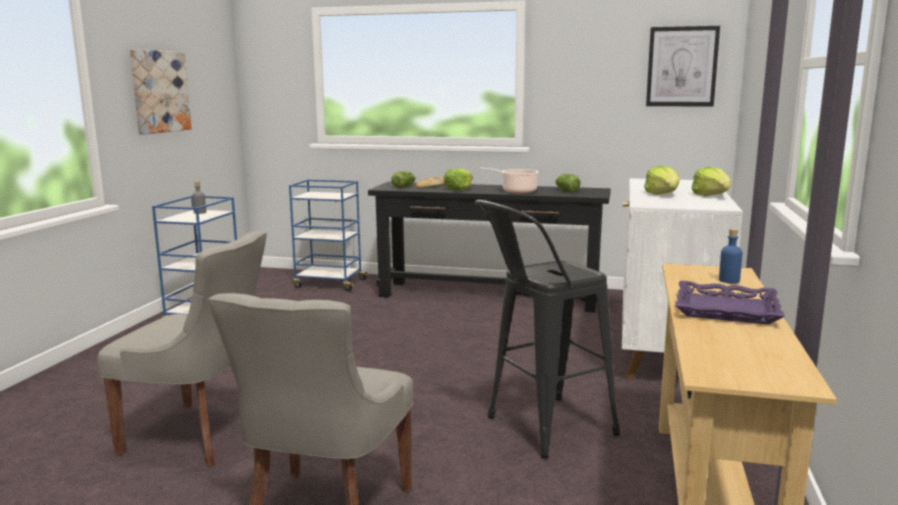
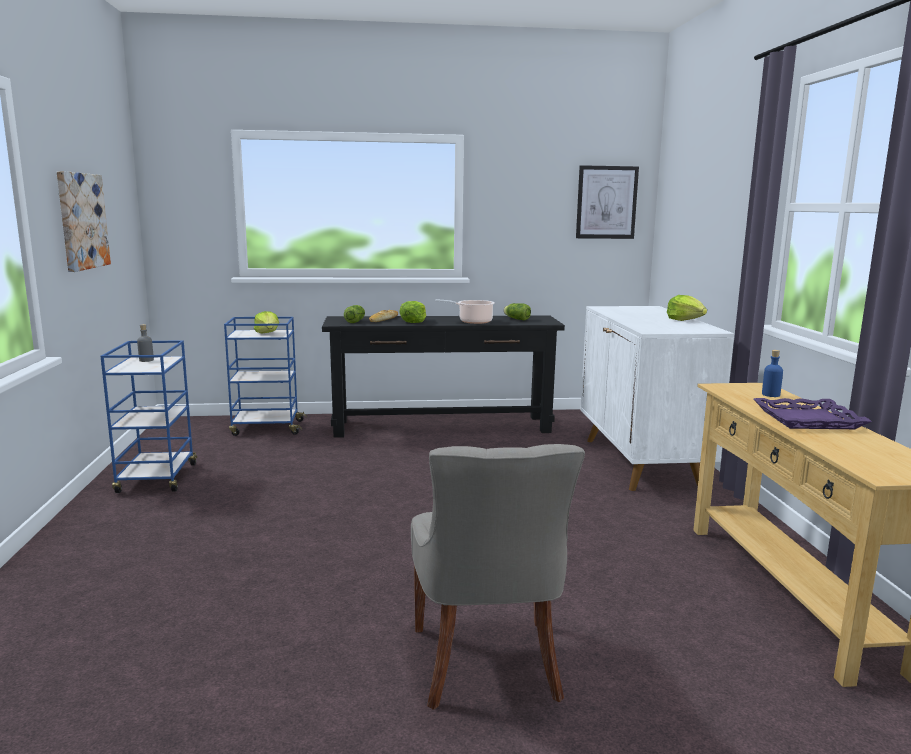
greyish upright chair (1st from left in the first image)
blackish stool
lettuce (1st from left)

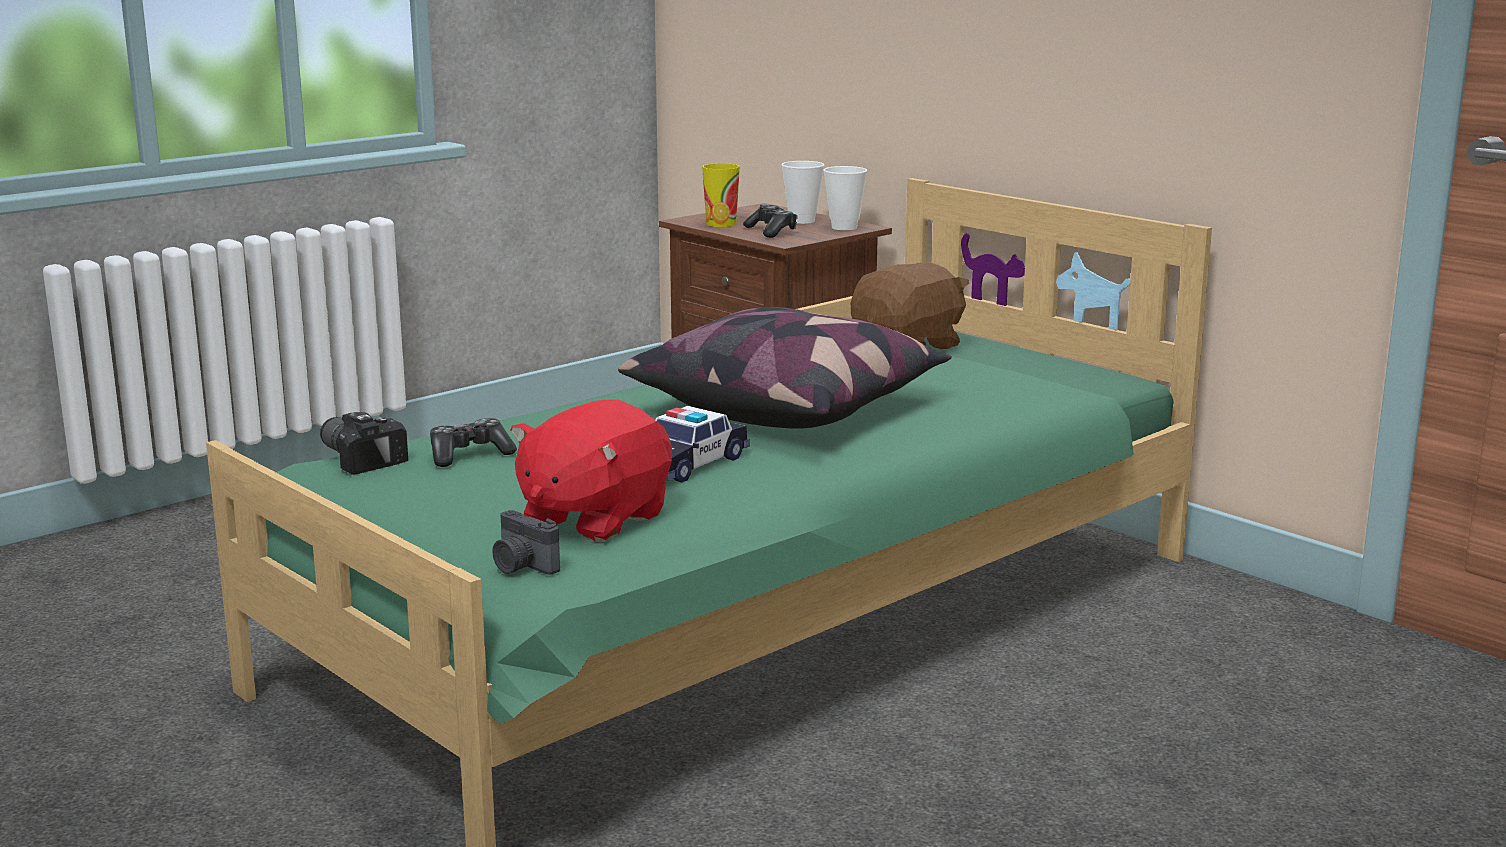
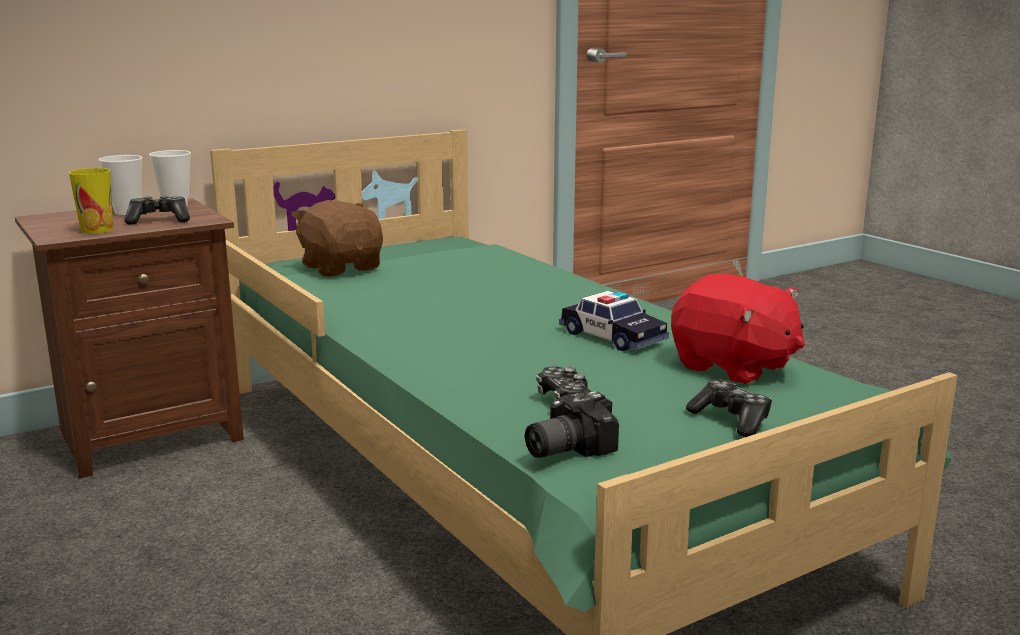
photo camera (2nd from left in the first image)
throw pillow
gamepad (3rd from left)

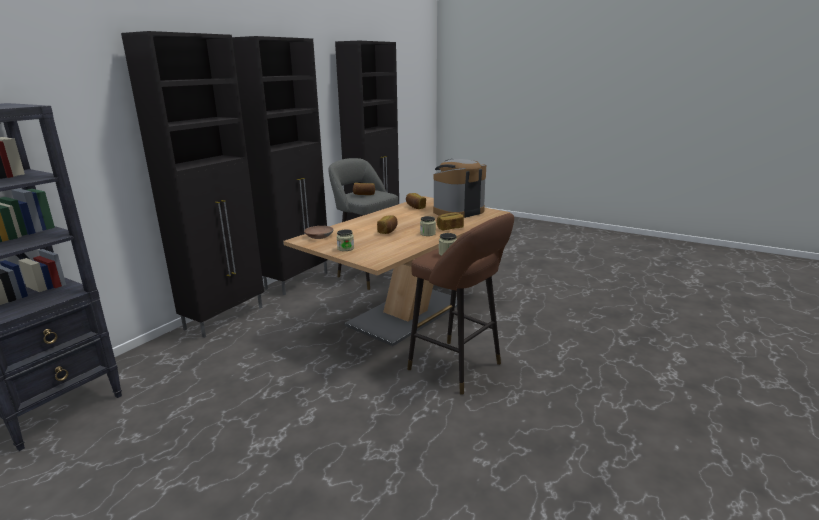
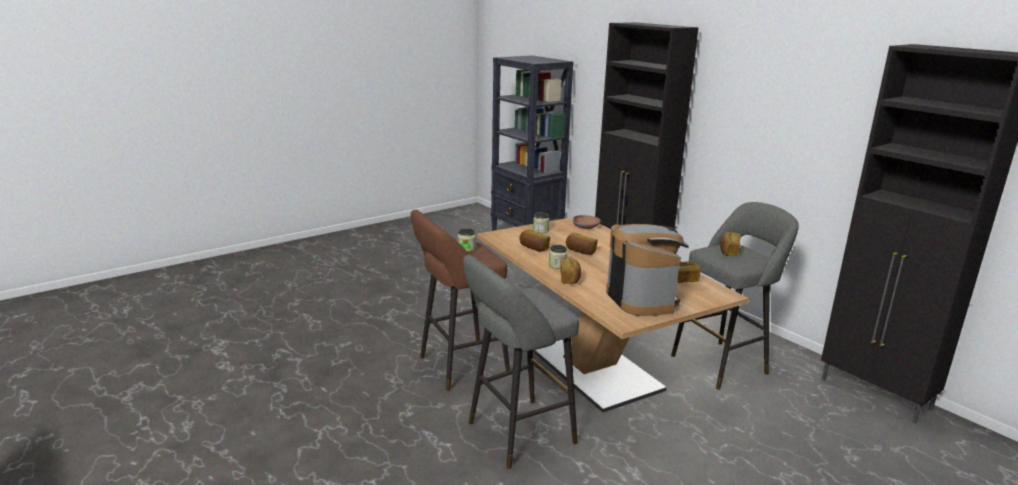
blackish cupboard (2nd from left in the first image)
greyish stool (1st from left)
bakery bread (1st from left)

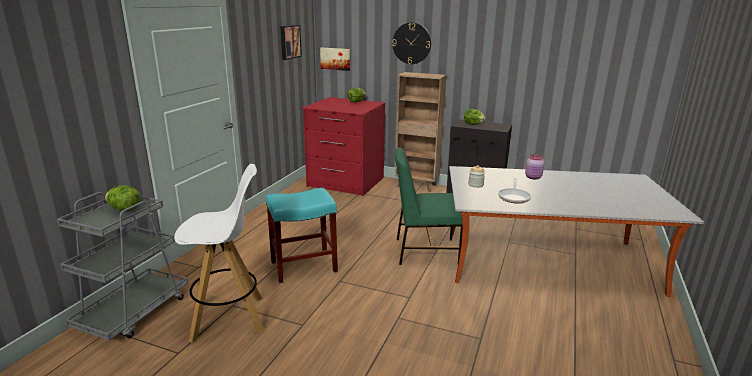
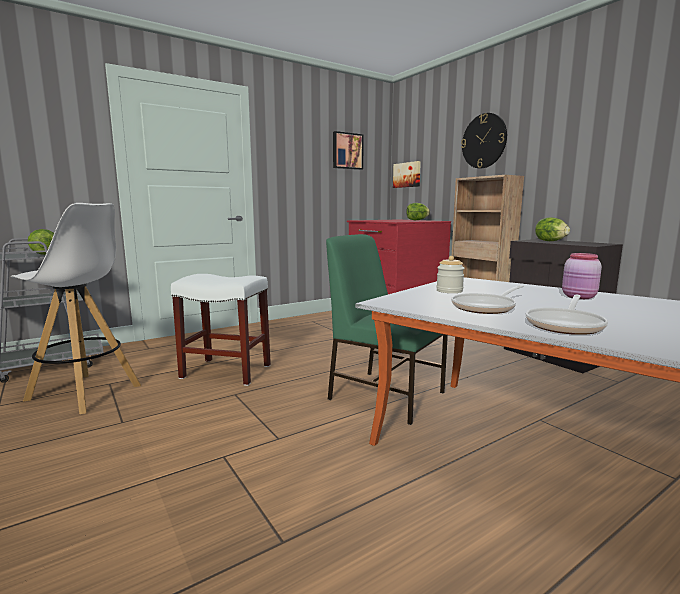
pan (2nd from left)
white-coloured stool (2nd from left)

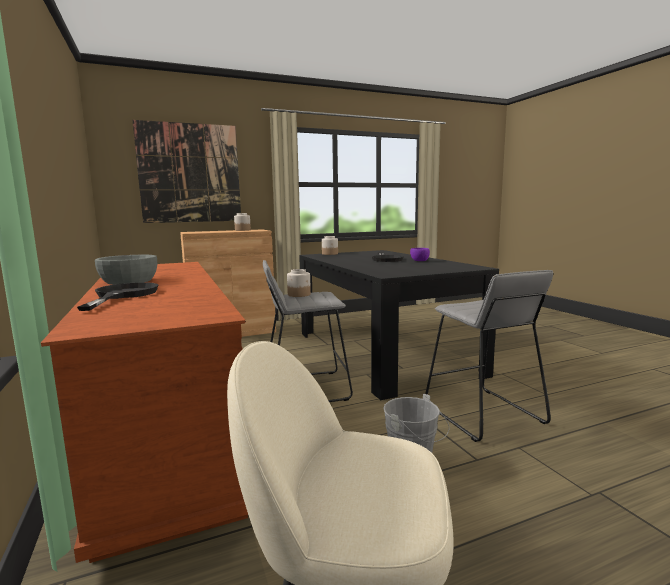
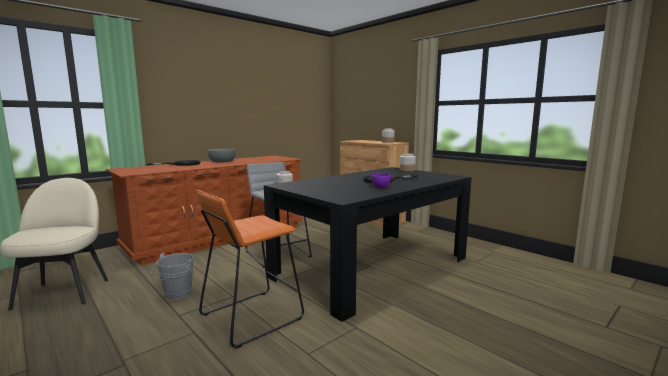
wall picture
orange stool

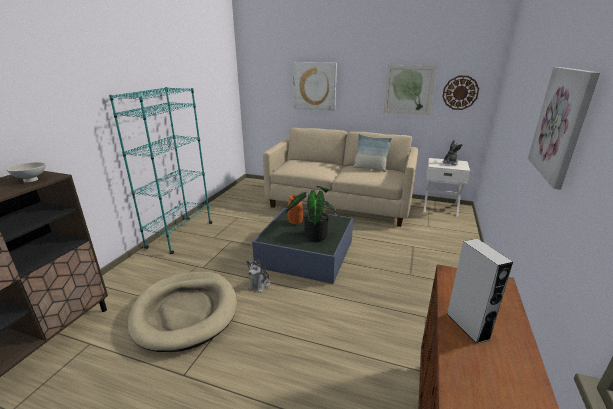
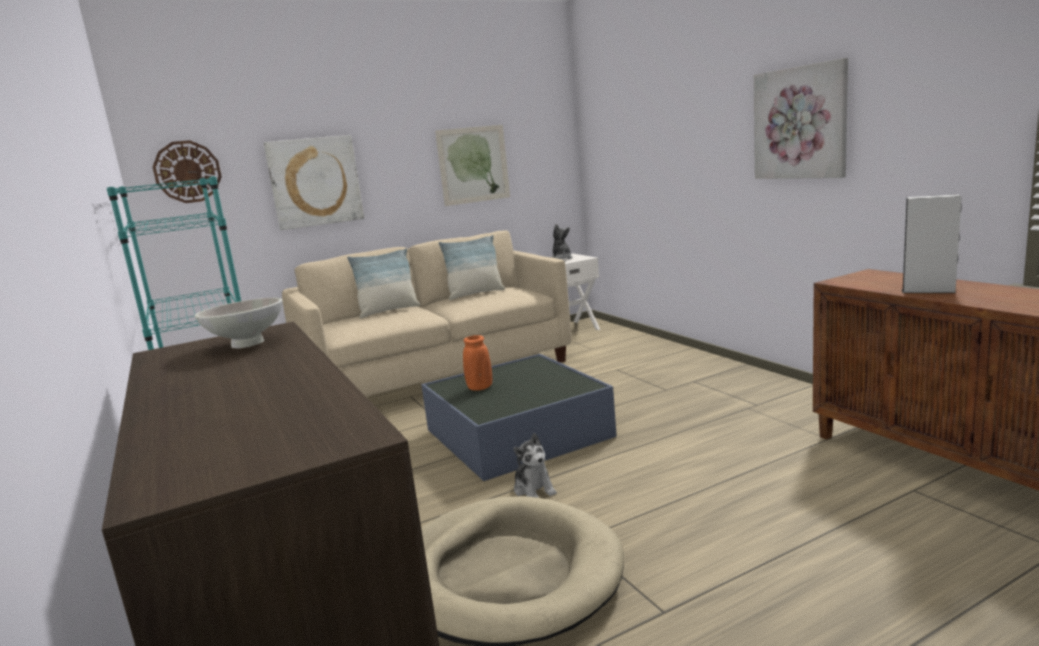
houseplant
throw pillow (1st from left)
hanging clock

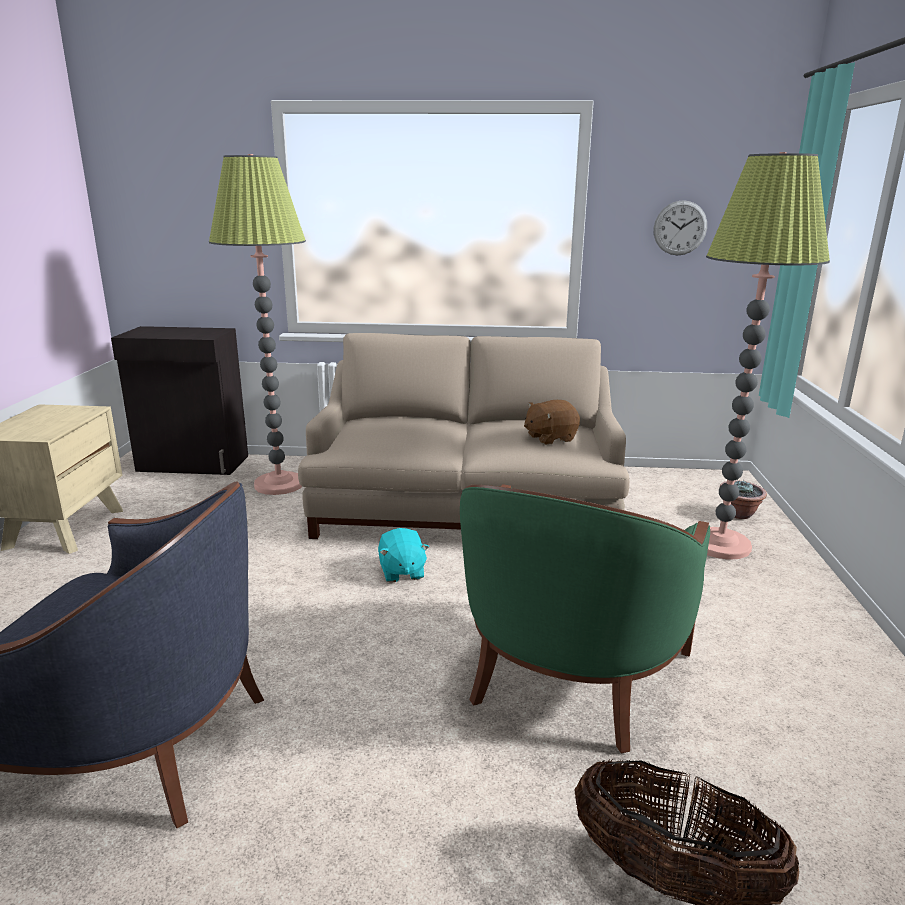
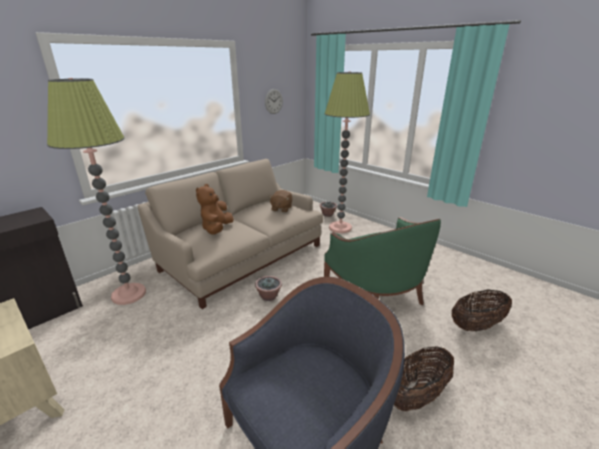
brown soft toy (1st from left)
storage basket (1st from left)
houseplant (1st from left)

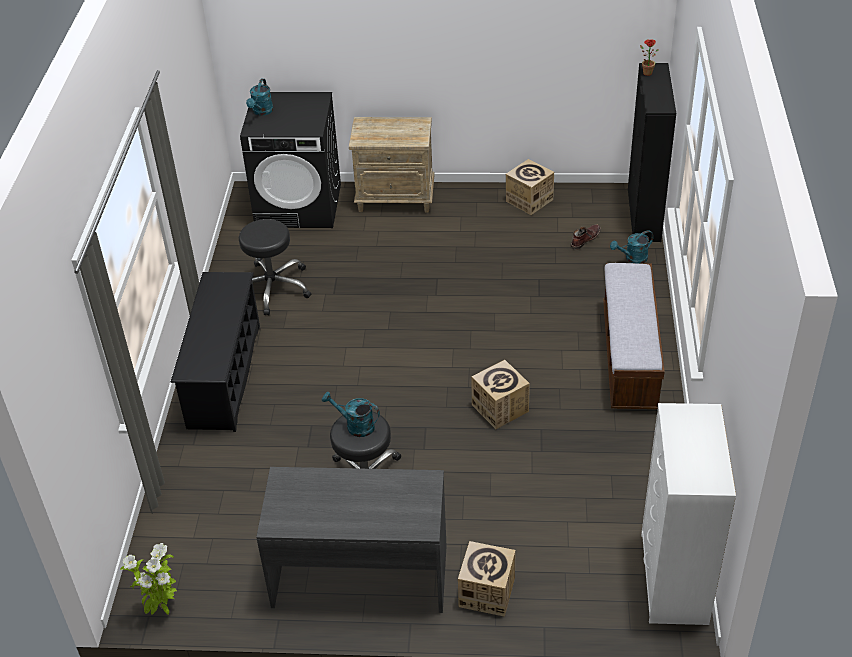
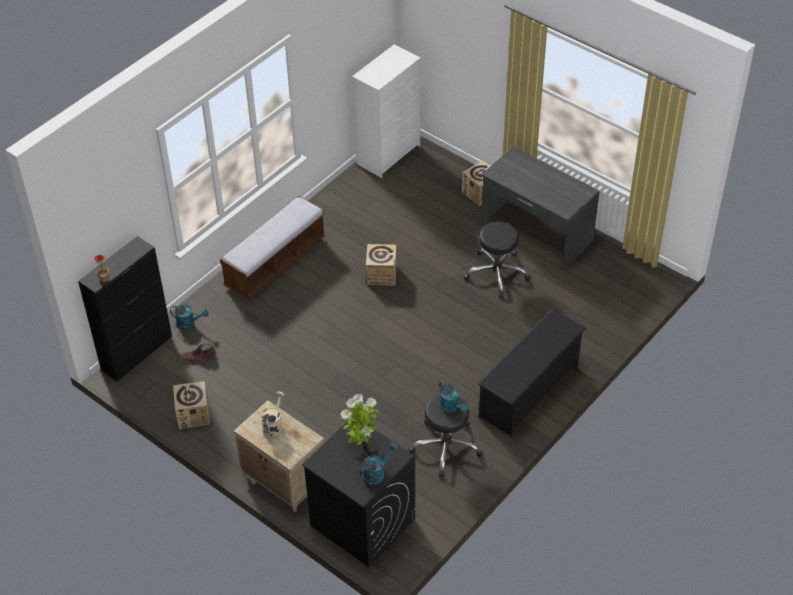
beige sprinkling can
houseplant (2nd from left)
turquoise sprinkling can (3rd from left)

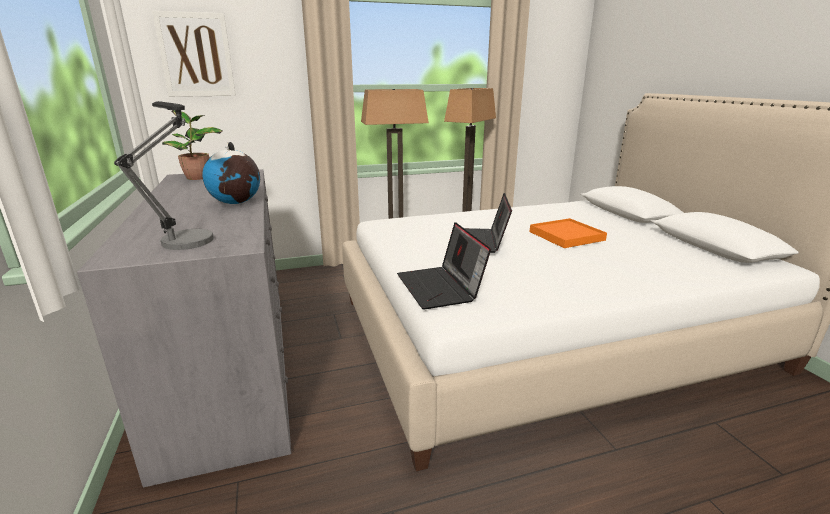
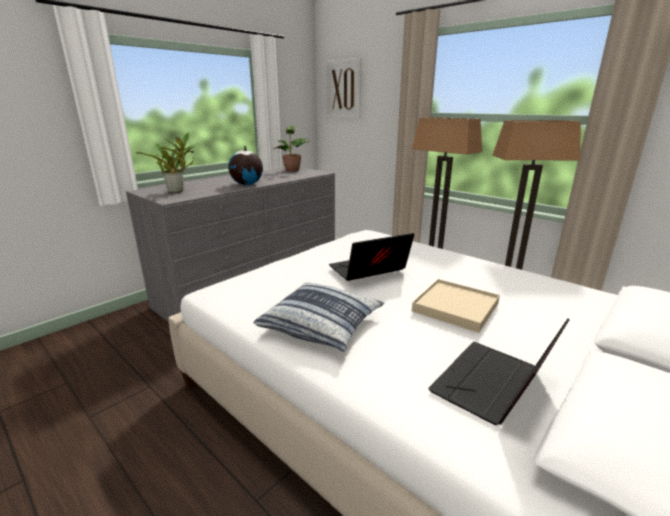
throw pillow
portable computer (2nd from left)
houseplant (1st from left)
beige tray

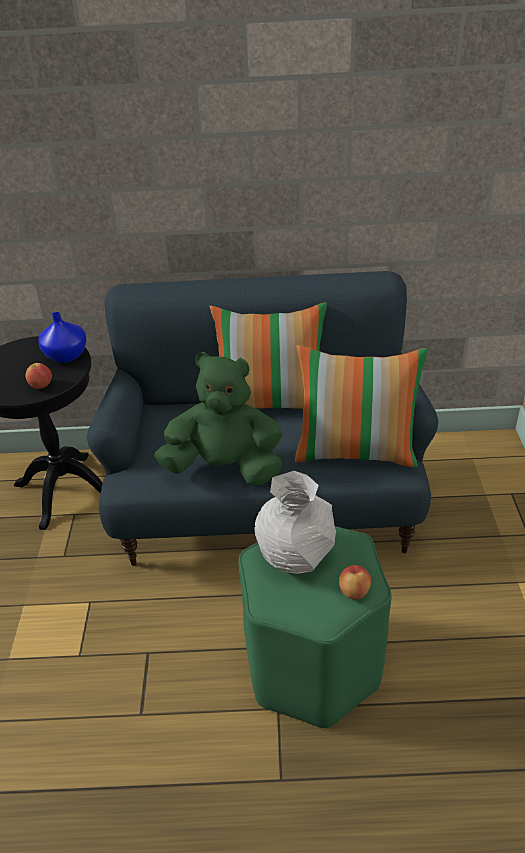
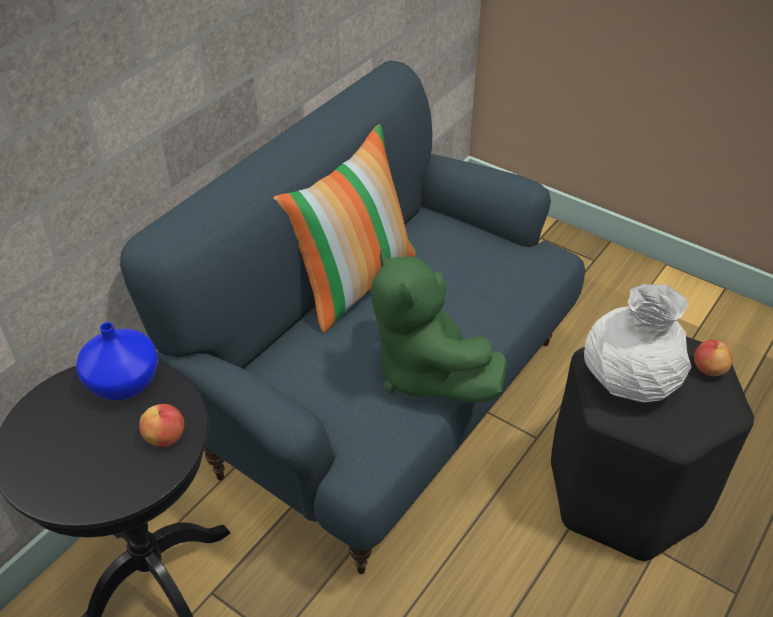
throw pillow (2nd from left in the first image)
blackish stool
green-coloured soft toy

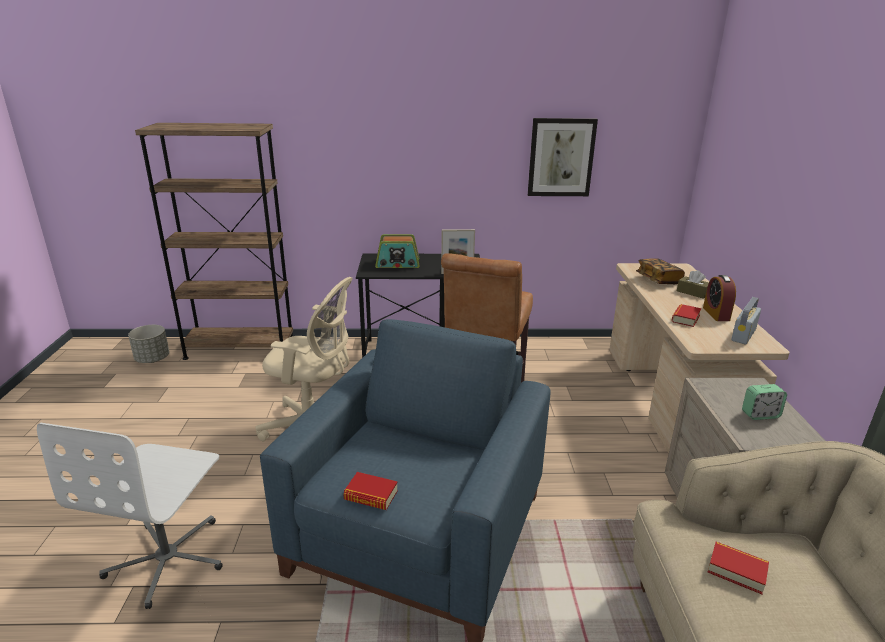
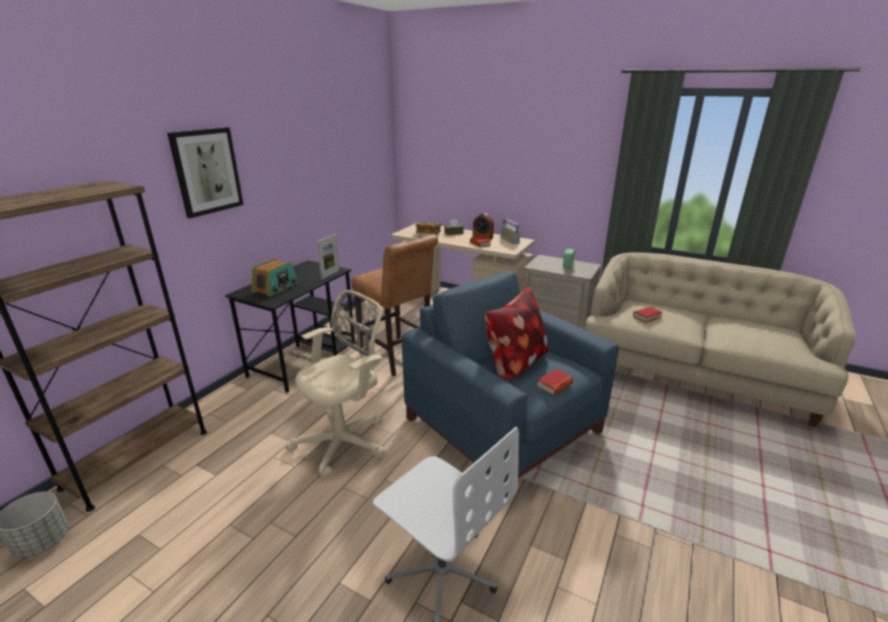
throw pillow
wall picture

